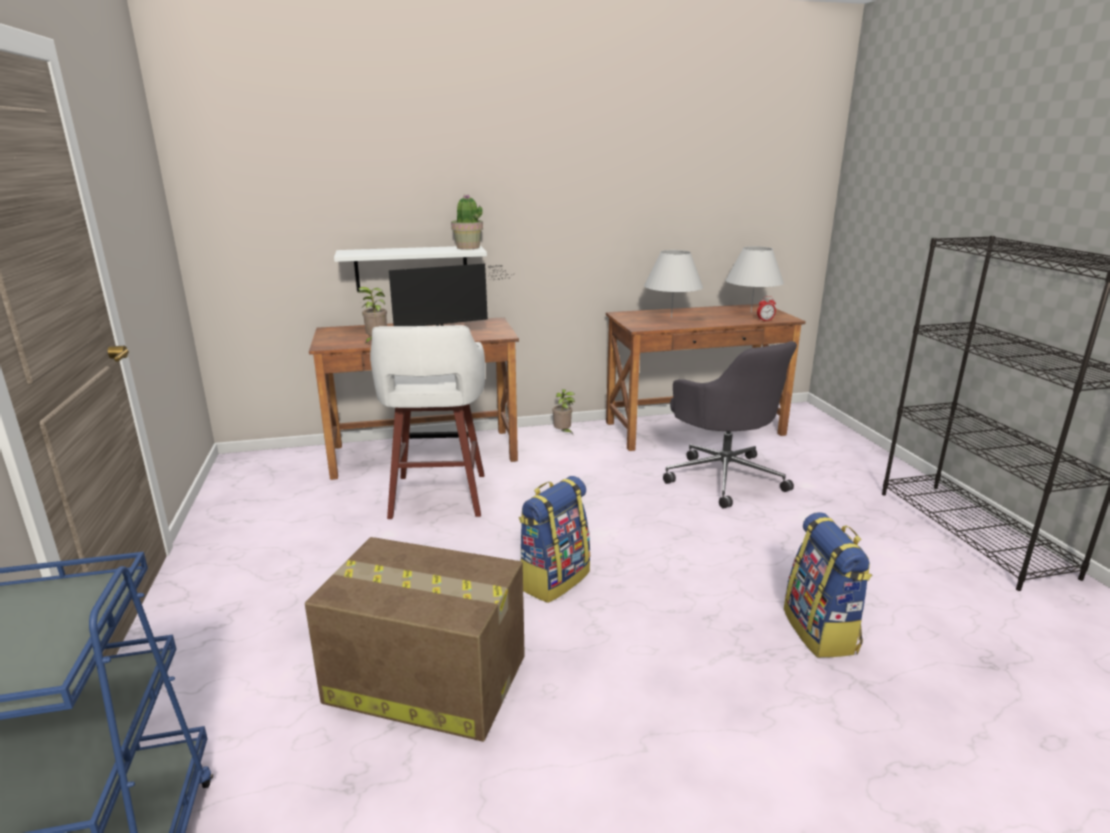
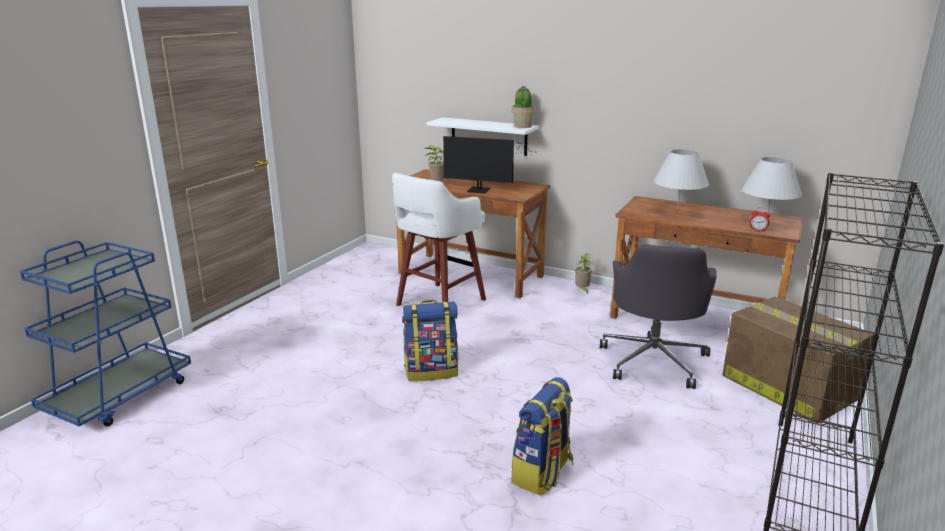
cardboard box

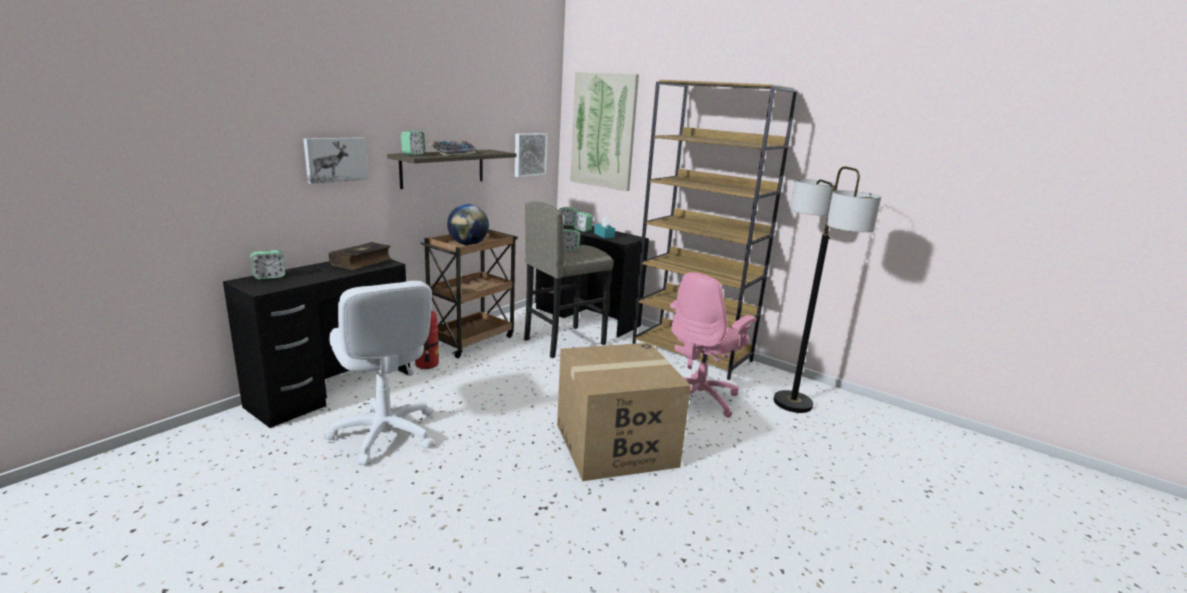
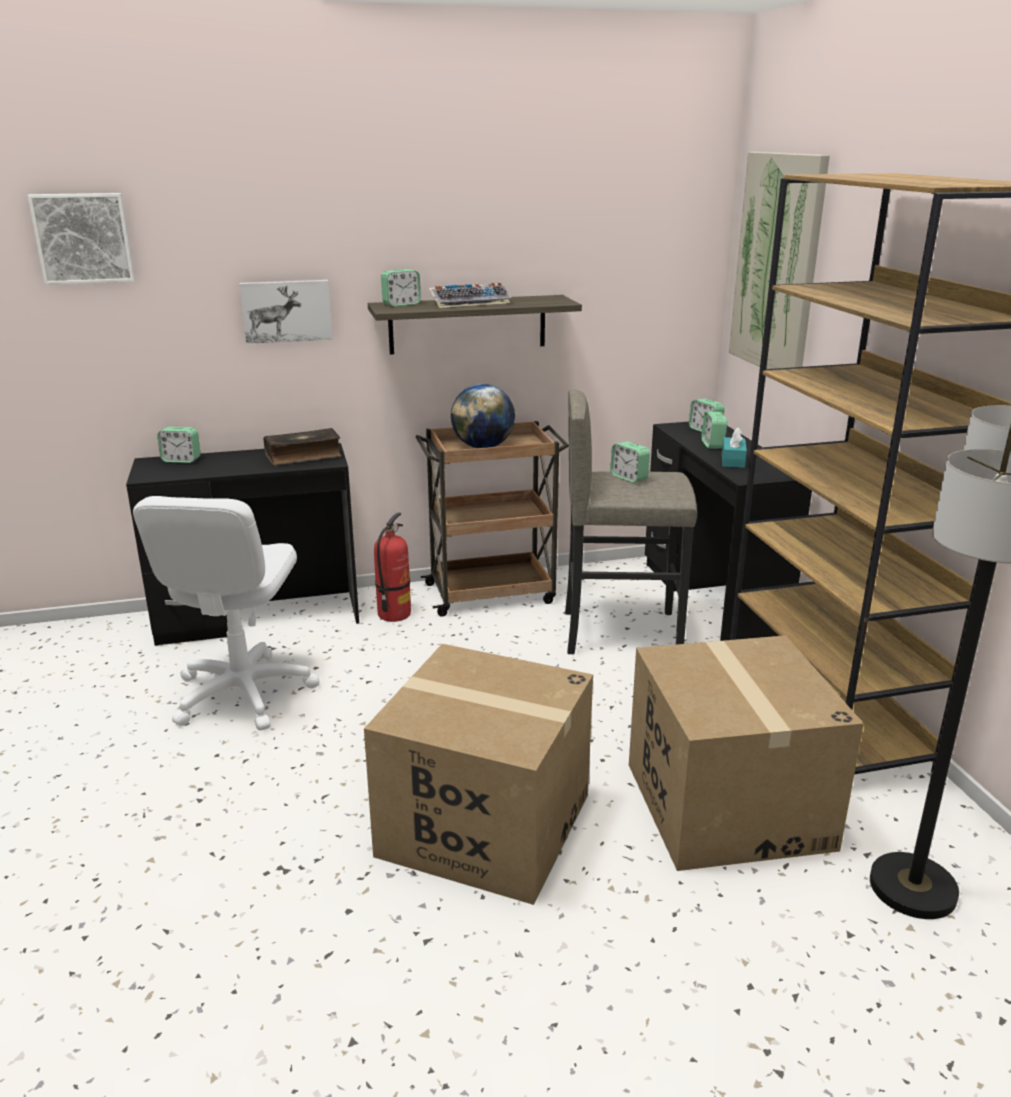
wall picture (1st from left)
cardboard box (2nd from left)

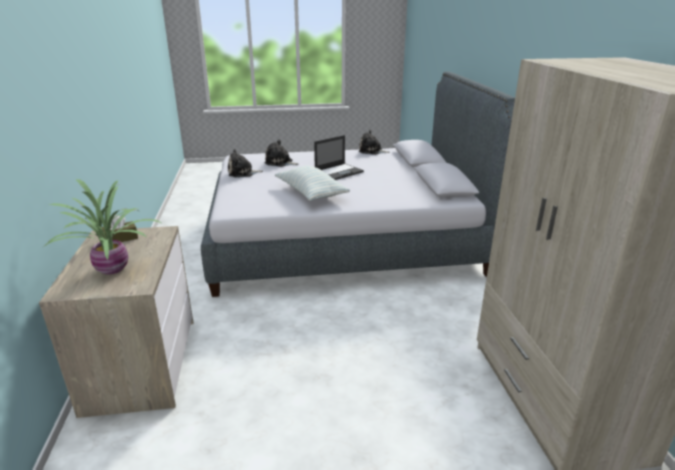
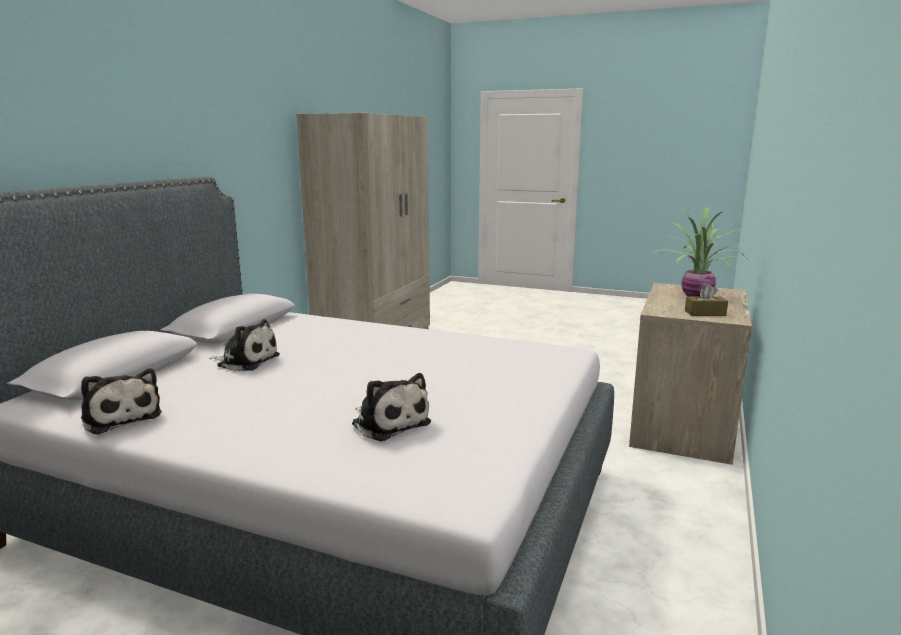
throw pillow
portable computer
soft toy (2nd from left)

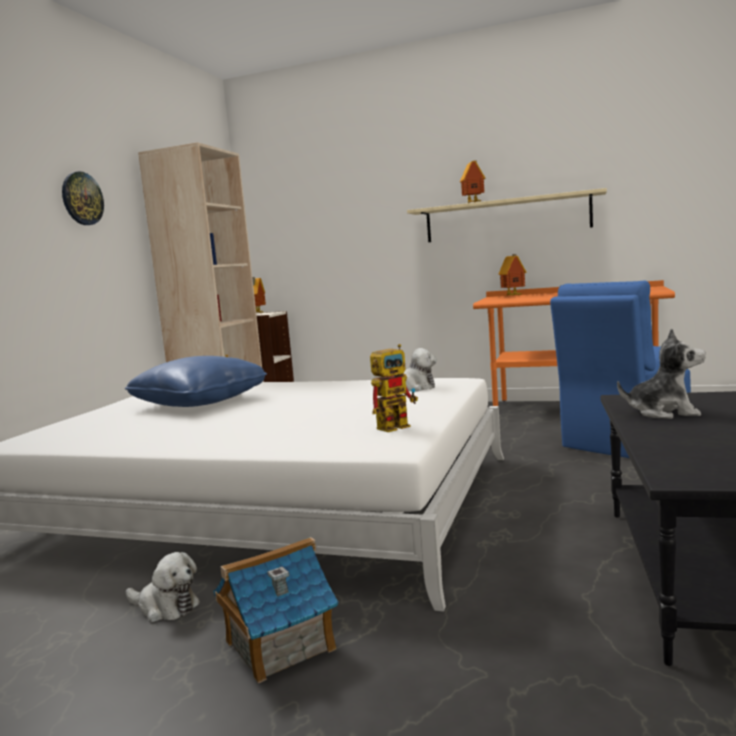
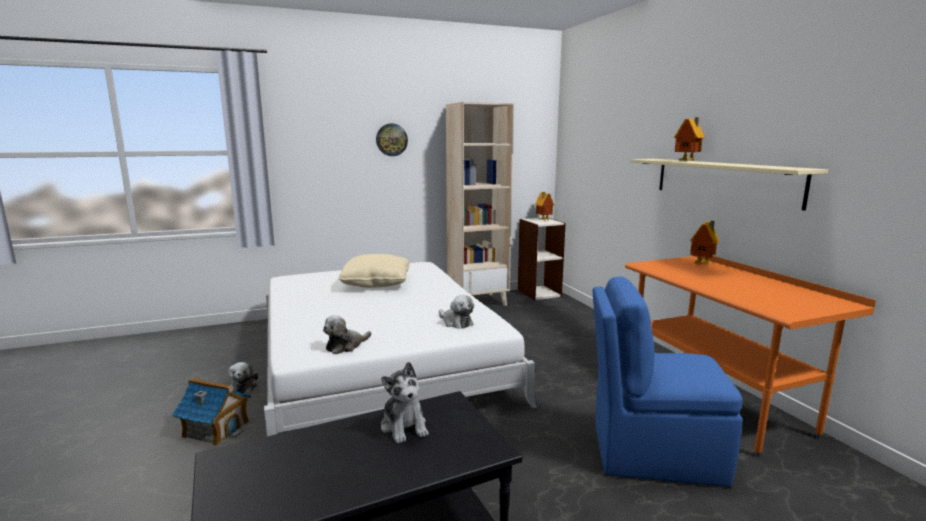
soft toy (2nd from left)
beige throw pillow

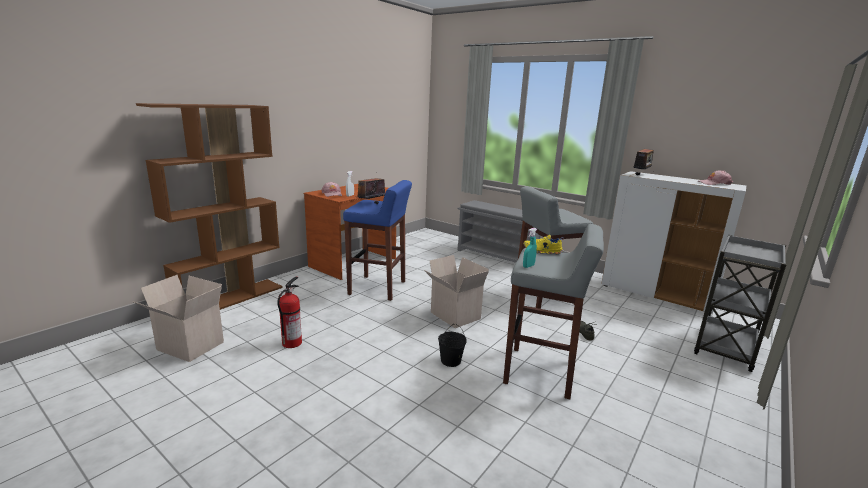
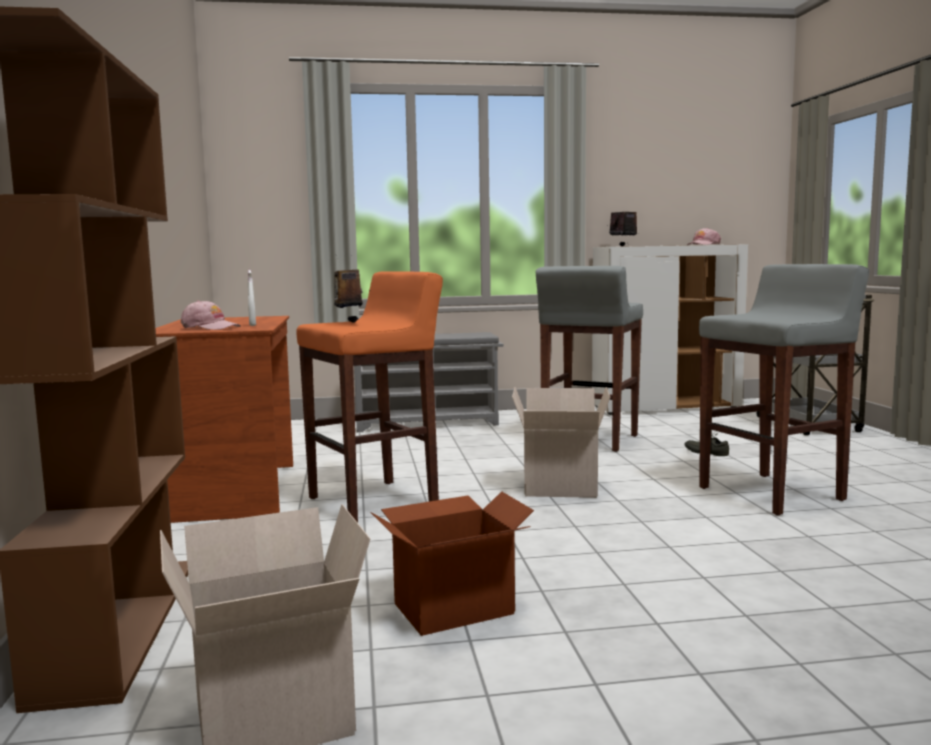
blackish pail
turquoise hand sprayer
yellow-coloured shoe
cardboard box (2nd from left)
orange stool

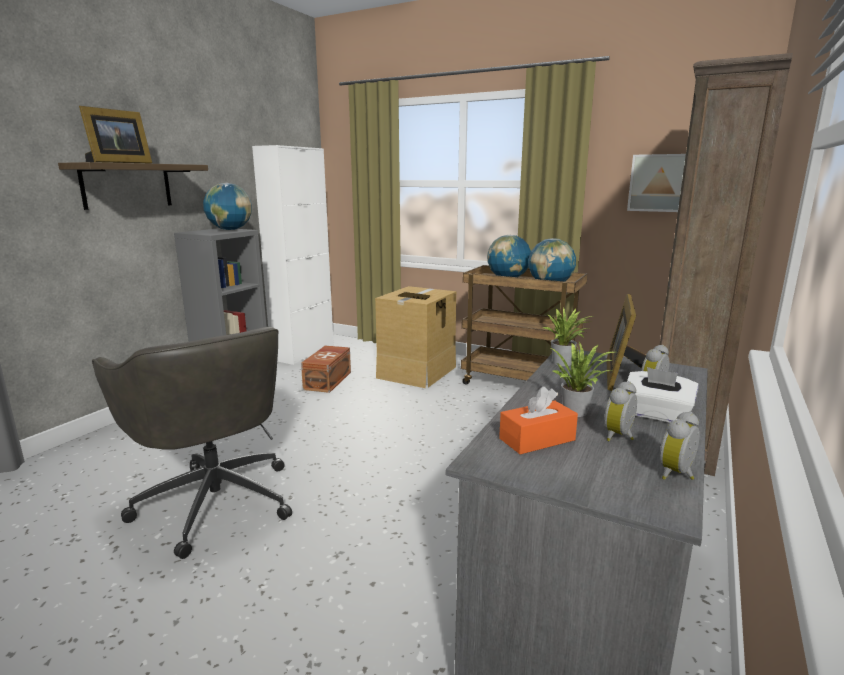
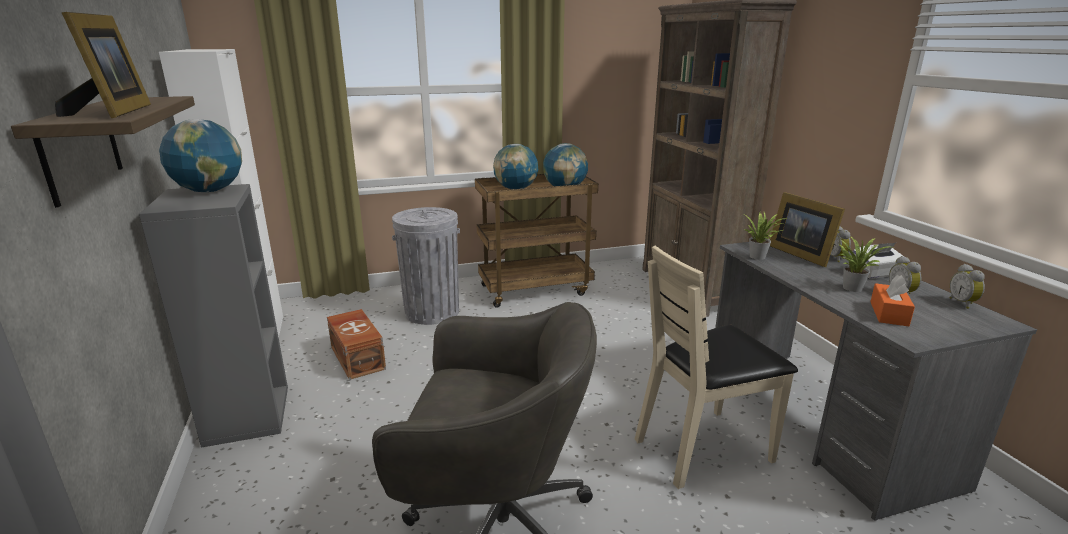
wall picture
beige upright chair
greyish rubbish bin

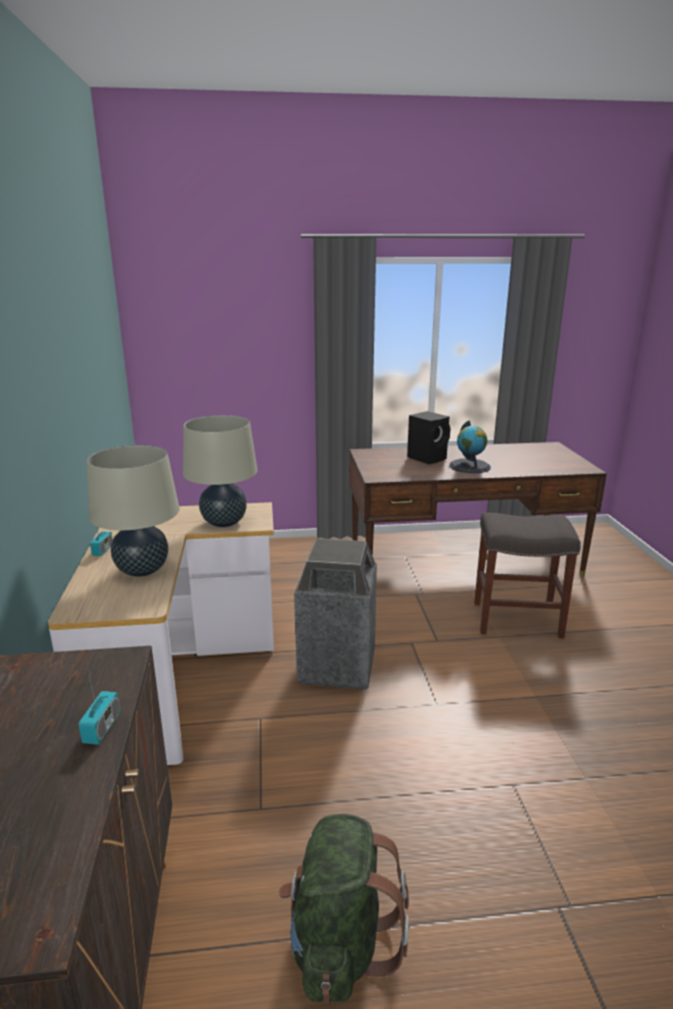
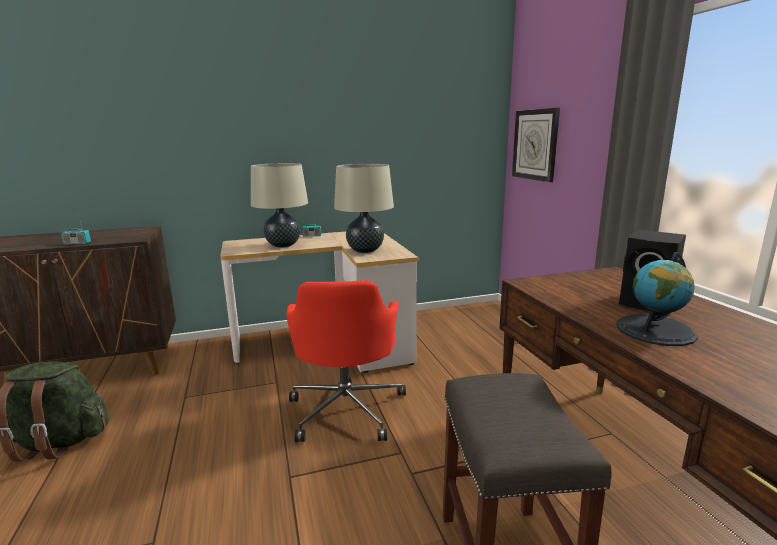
hanging clock
reddish computer chair

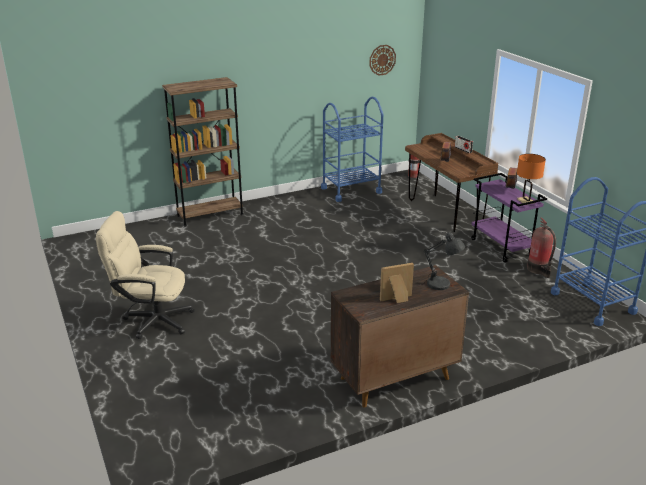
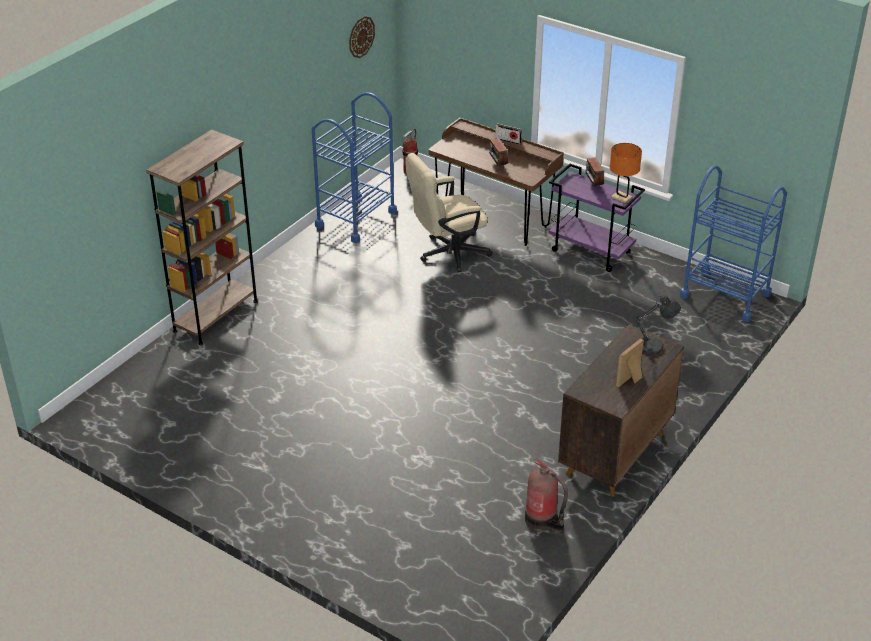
beige computer chair
extinguisher (2nd from left)

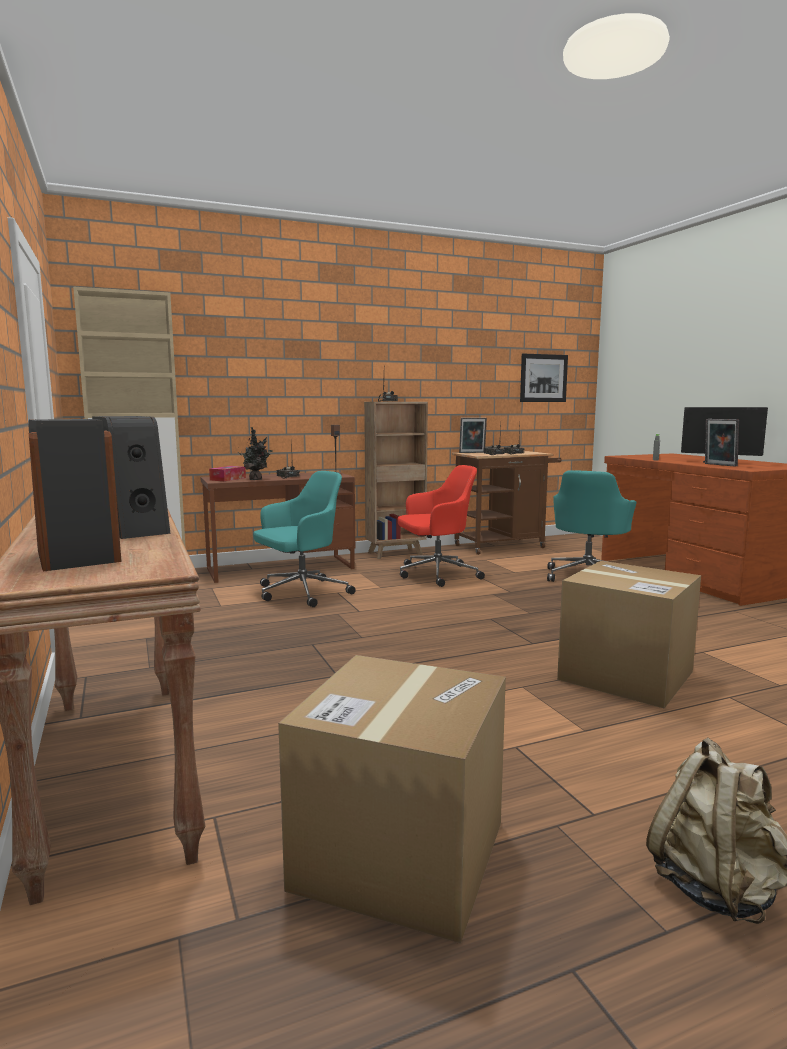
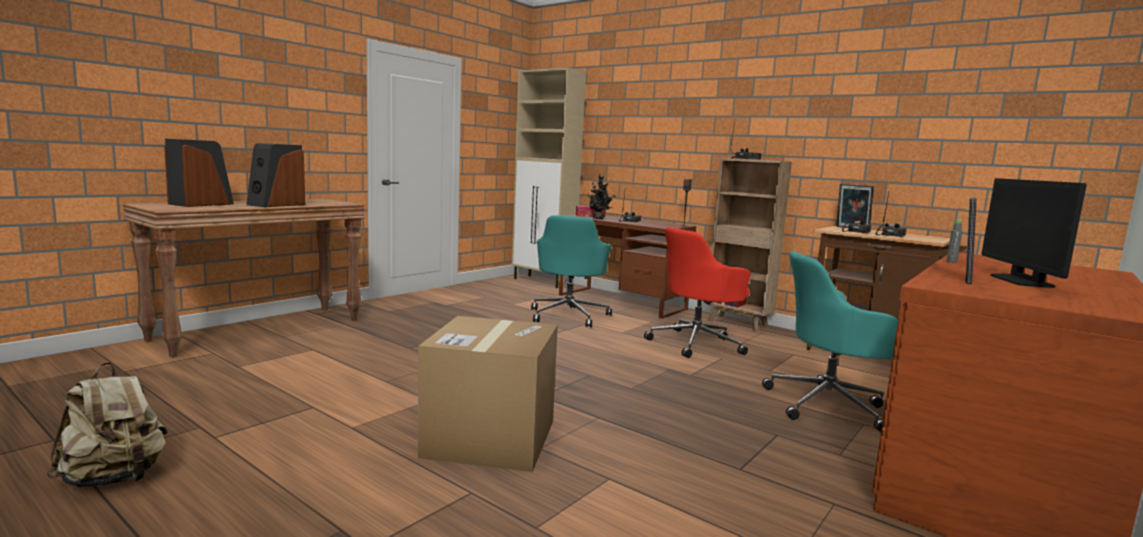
cardboard box (1st from left in the first image)
wall picture
turquoise computer chair (1st from left)
reddish computer chair

